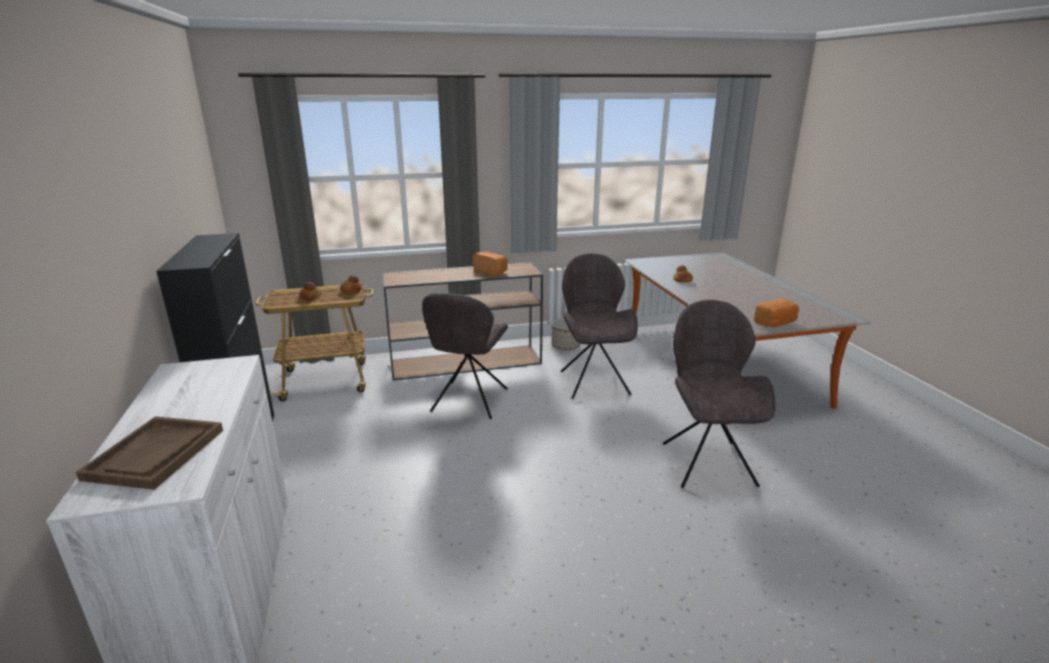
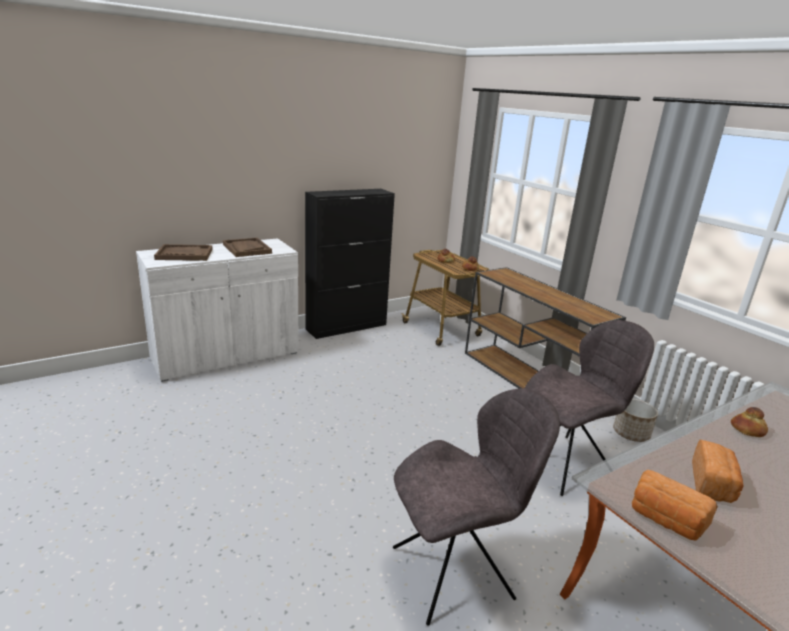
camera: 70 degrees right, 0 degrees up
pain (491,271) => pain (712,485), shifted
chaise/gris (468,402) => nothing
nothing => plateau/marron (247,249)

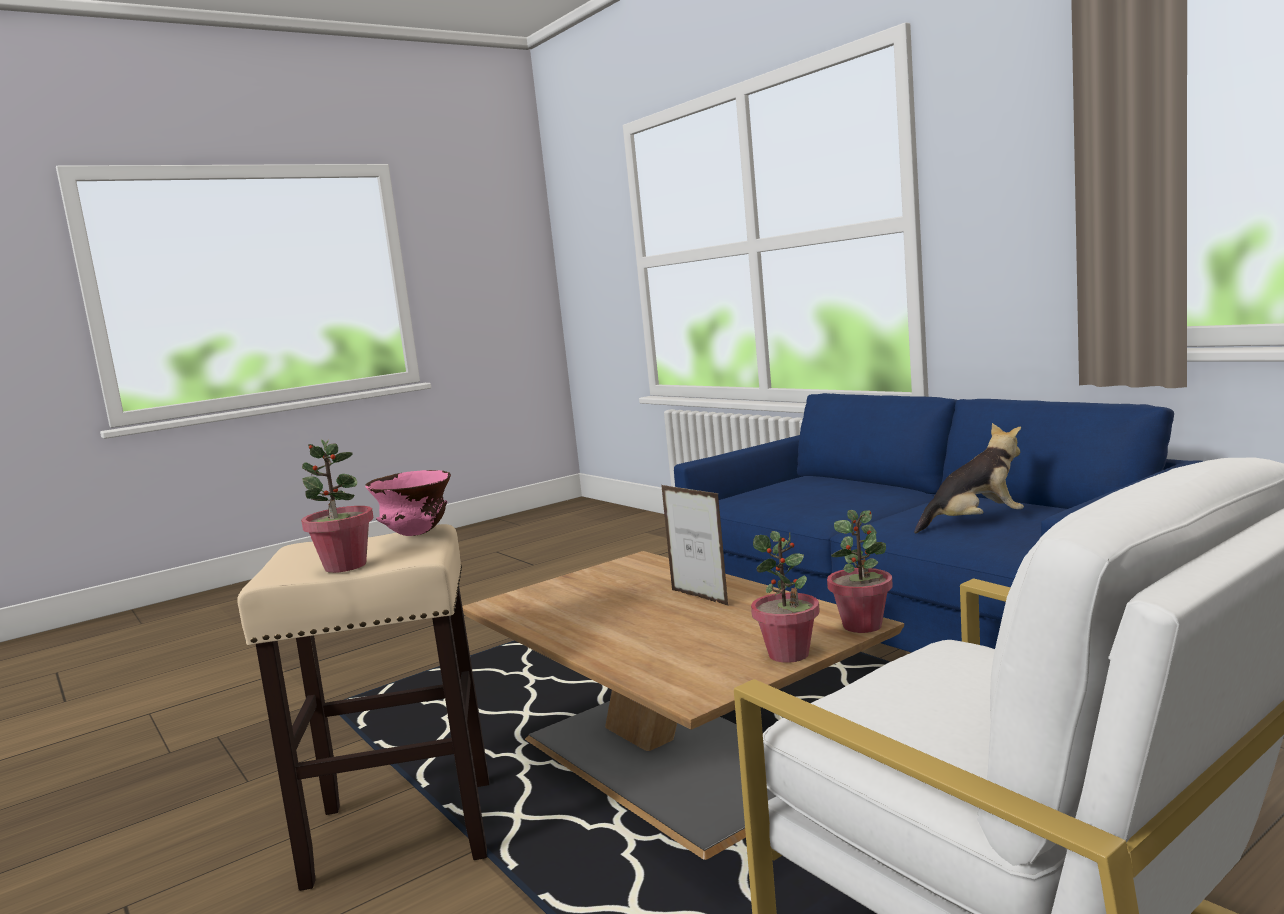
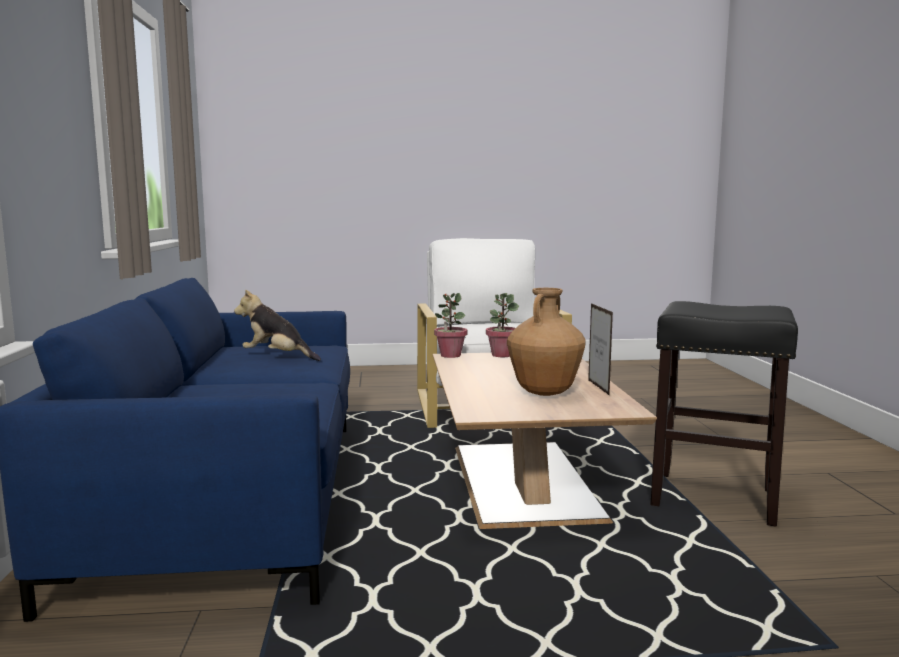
camera: 150 degrees left, 0 degrees up
plante en pot (345,566) => nothing
bol/rose (417,535) => nothing
cadre photo (699,597) => cadre photo (598,387), shifted
tabouret/beige (399,833) => tabouret/noir (715,498)
nothing => vase/marron (544,393)

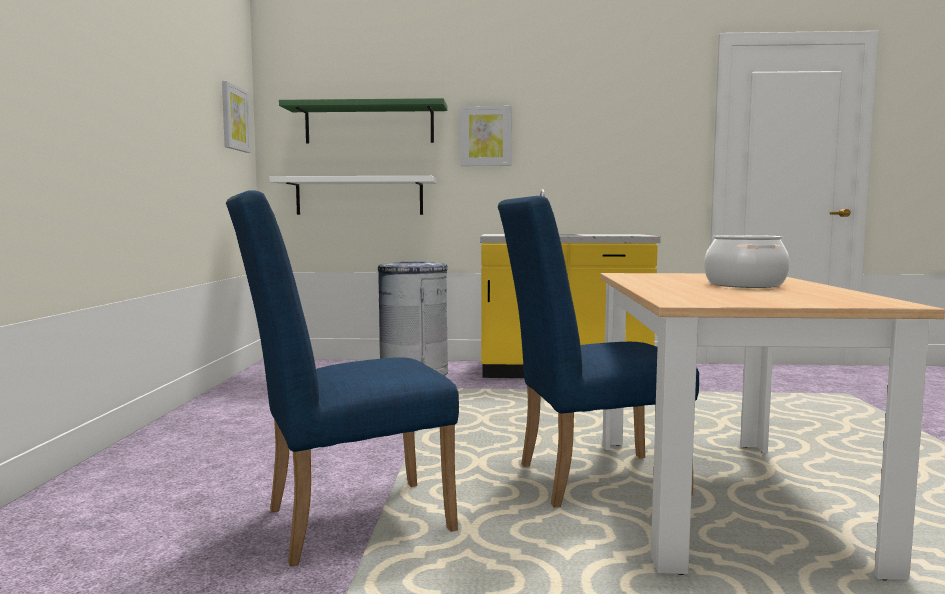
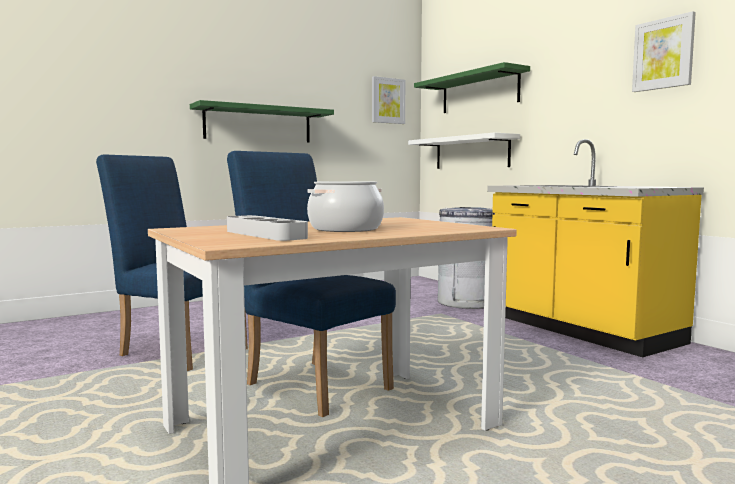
camera: 55 degrees right, 0 degrees up
tableau (486,136) => tableau (663,54), shifted
nothing => étagère/vert (258,124)
nothing => plateau/gris (265,234)

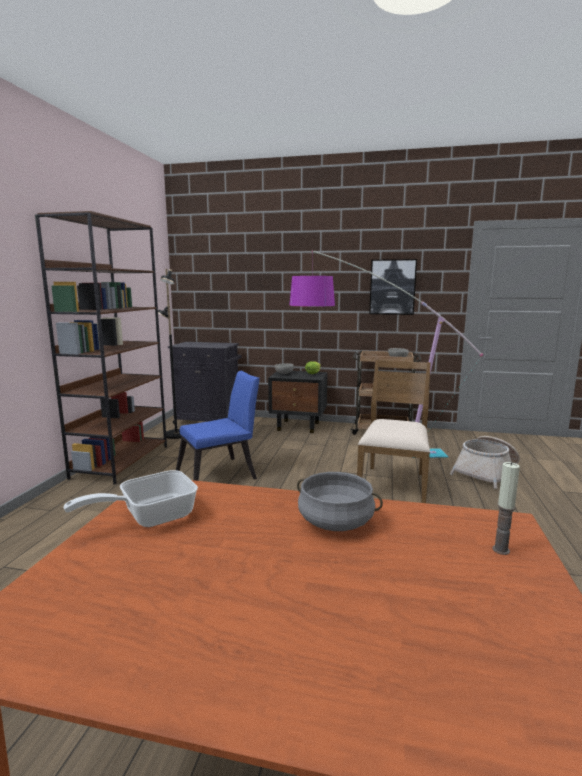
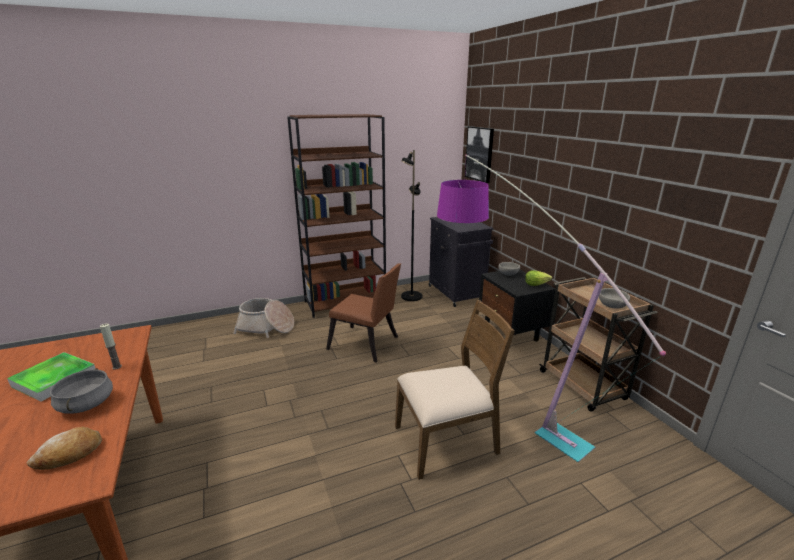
camera: 55 degrees right, 10 degrees up
tableau (392,287) => tableau (479,154), shifted
chaise/bleu (221,474) => chaise/marron (366,345)
panier (486,473) => panier (266,328), shifted
bougie (501,550) => bougie (117,367), shifted
poêle (149,517) => nothing
nothing => plateau (55,379)
nothing => pain (69,455)

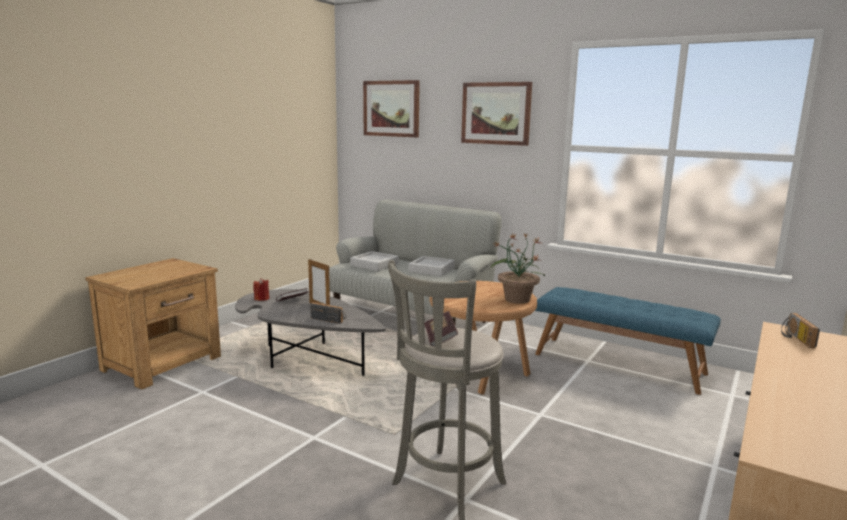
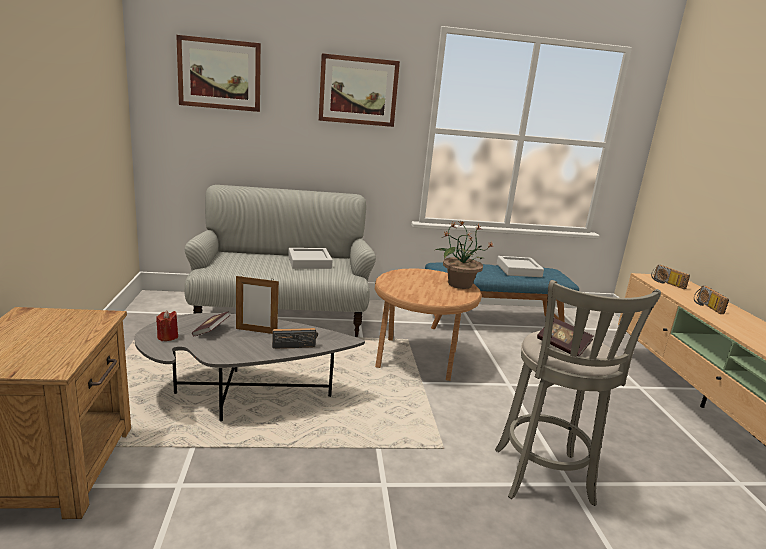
camera: 40 degrees left, 5 degrees up
plateau/gris (374,265) => plateau/gris (518,270), shifted
nothing => radio (706,306)

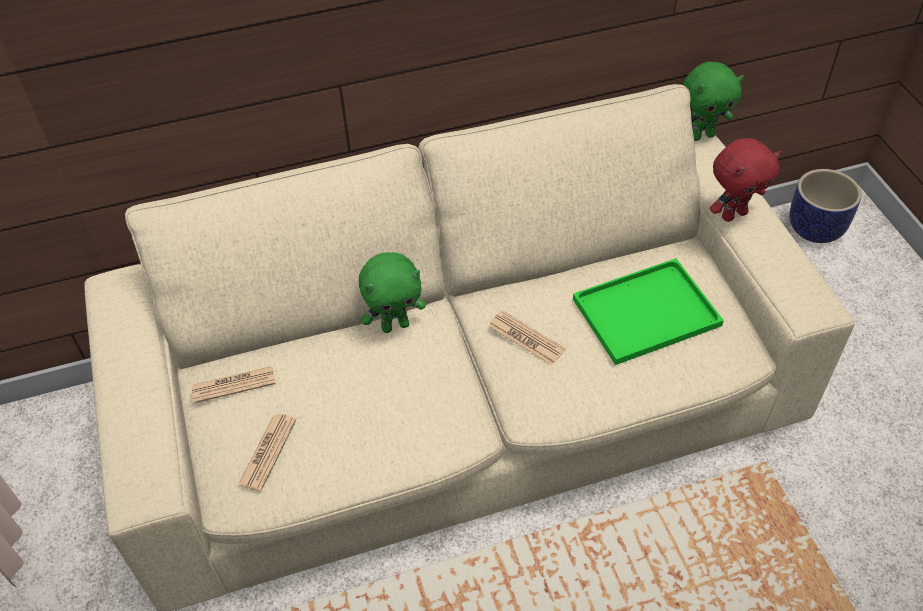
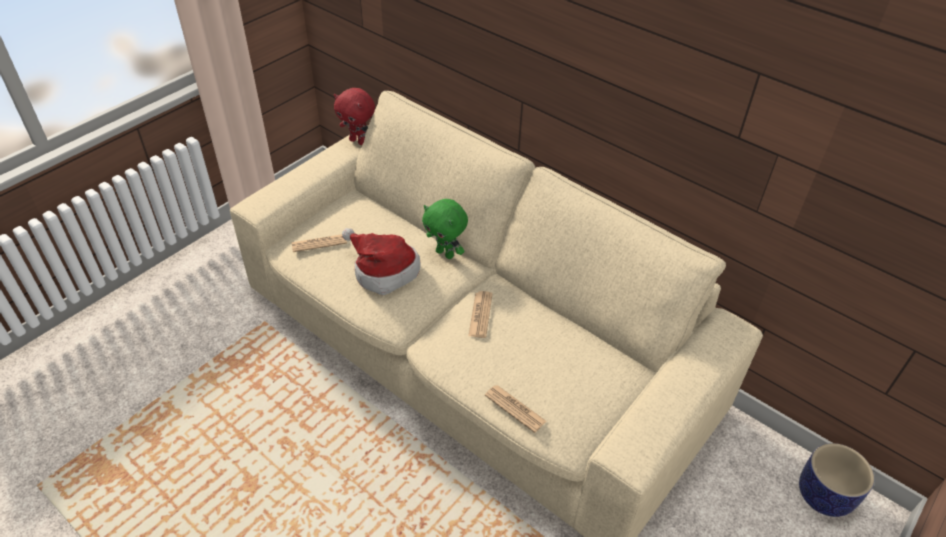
camera: 55 degrees right, 5 degrees down
peluche/vert (702,135) => nothing
peluche/rouge (733,214) => peluche/rouge (358,141), shifted
plateau/vert (647,310) => nothing
journal (233,385) => journal (515,408), shifted
nothing => chapeau (382,271)

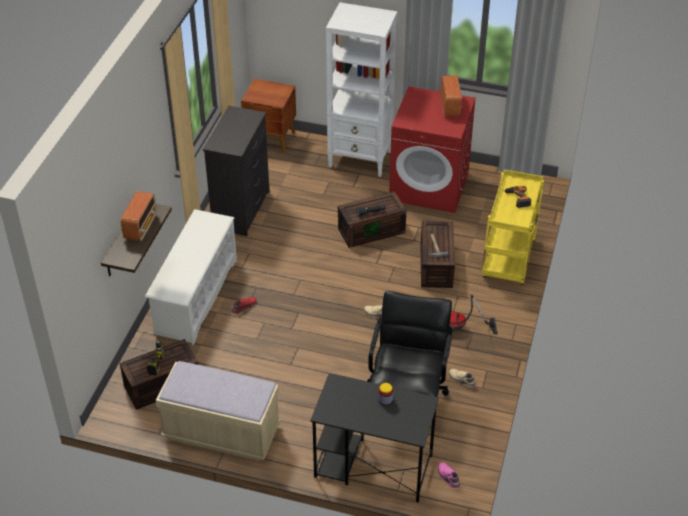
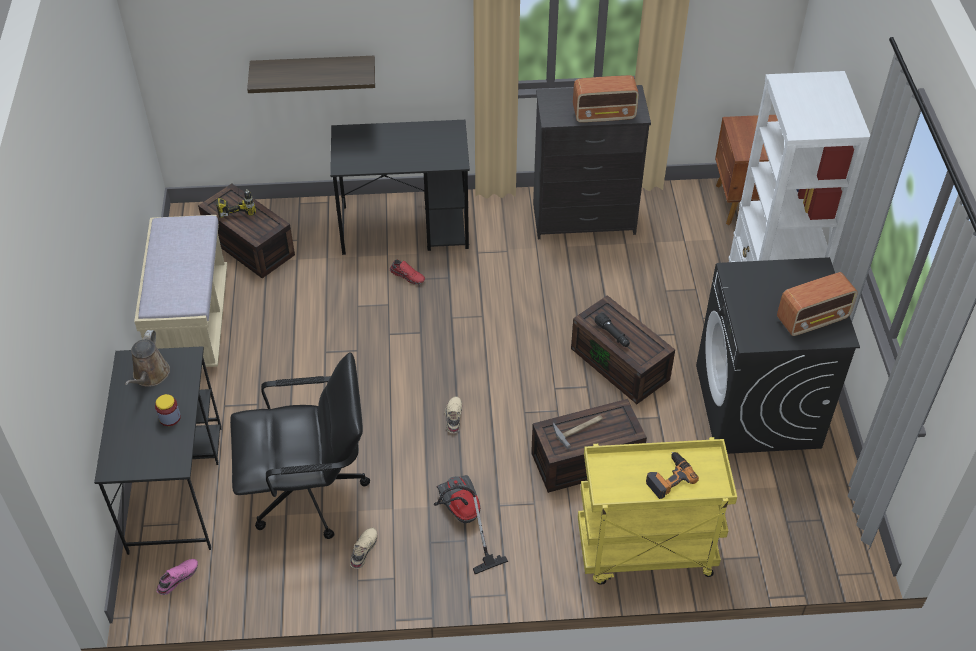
camera: 70 degrees right, 5 degrees up
lave-linge/rouge (429,186) => lave-linge/noir (758,407)
radio (141,227) => radio (604,114), shifted
étagère à chaussures/blanc (196,296) => bureau/noir (406,227)
nothing => arrosoir/marron (150,376)

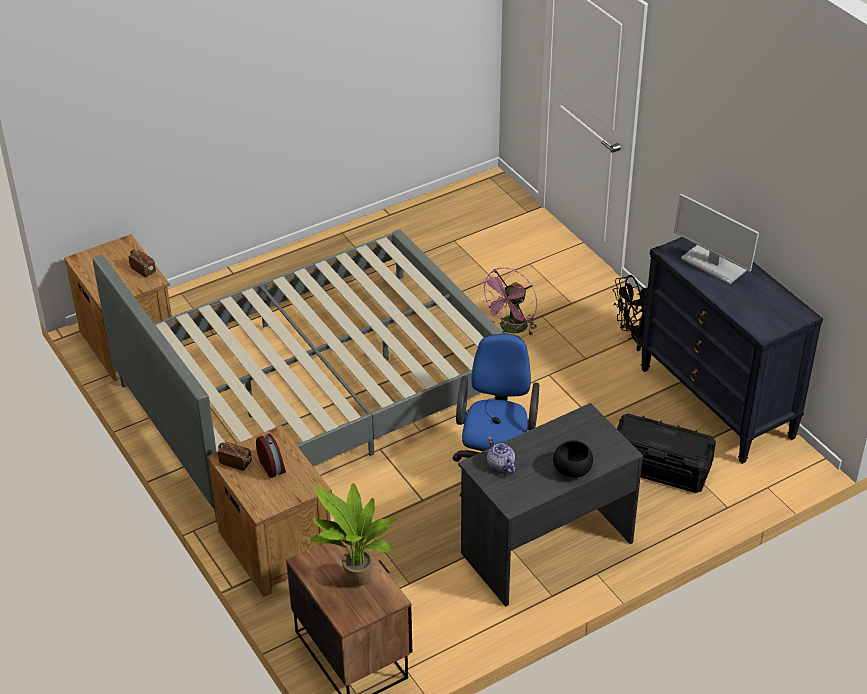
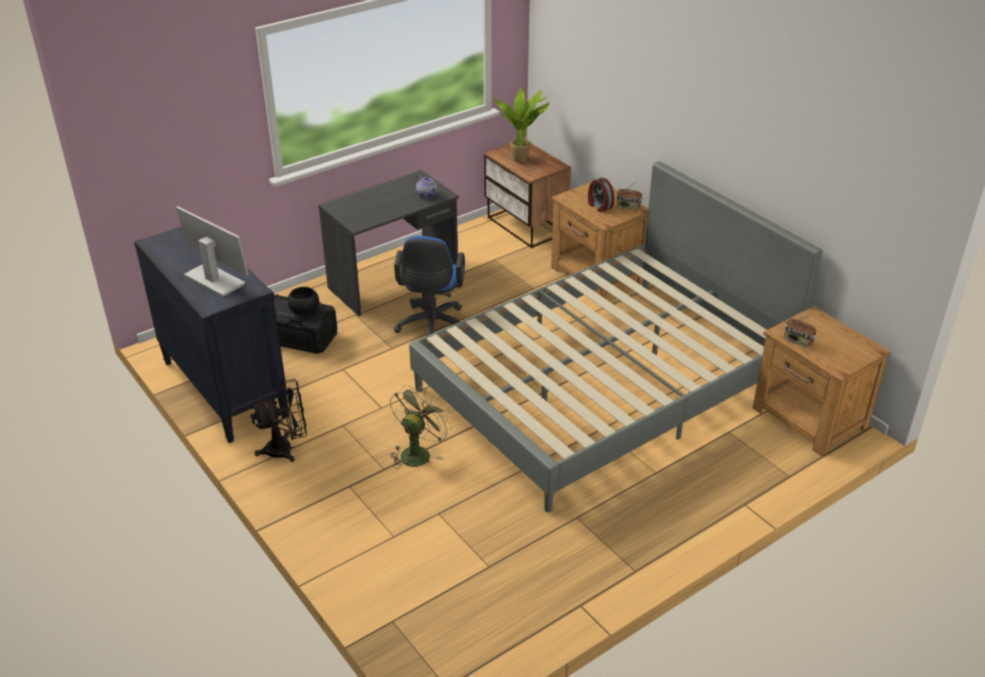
camera: 175 degrees right, 5 degrees down
ventilateur/rose (511,329) => ventilateur/vert (418,452)
bol/noir (572,470) => bol/noir (304,310), shifted

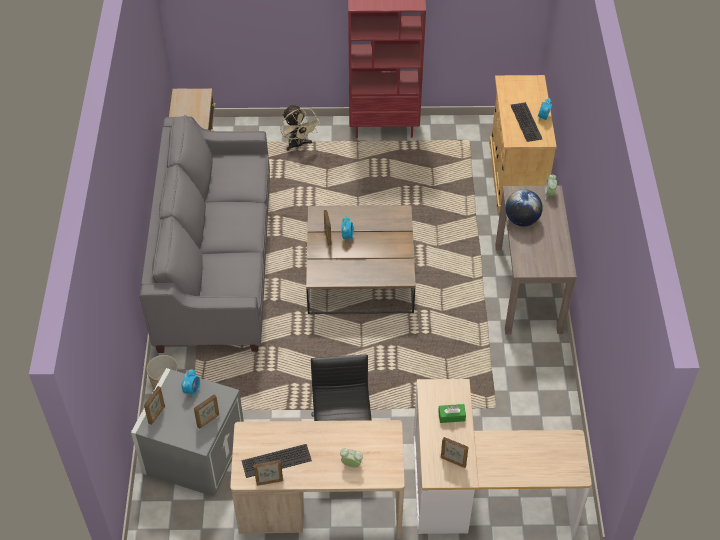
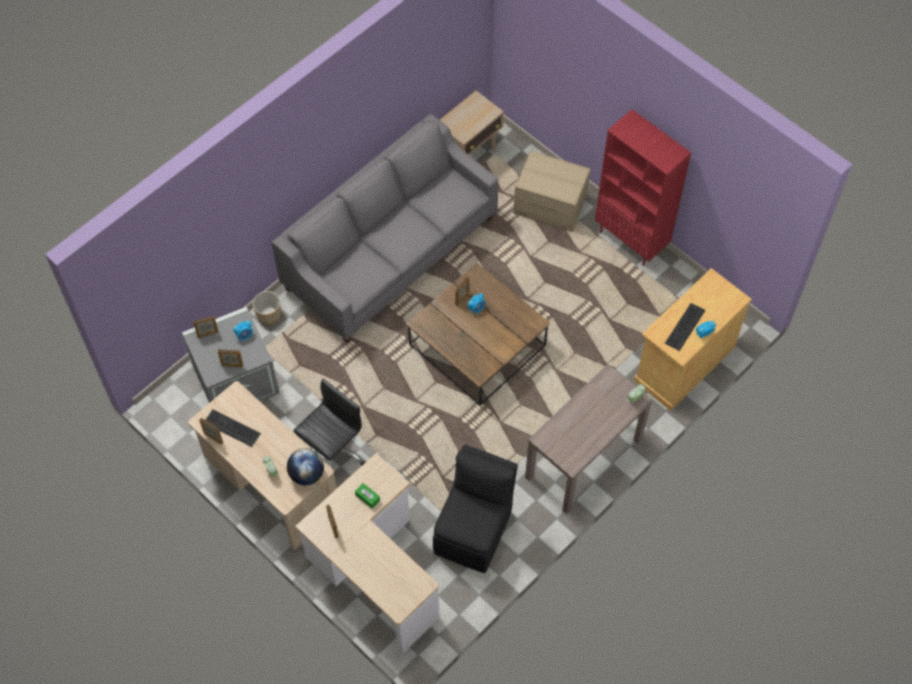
camera: 45 degrees right, 10 degrees up
ventilateur/beige (298,145) => carton (550,204)
globe (521,220) => globe (307,474), shifted
nothing => chaise/noir (474,530)

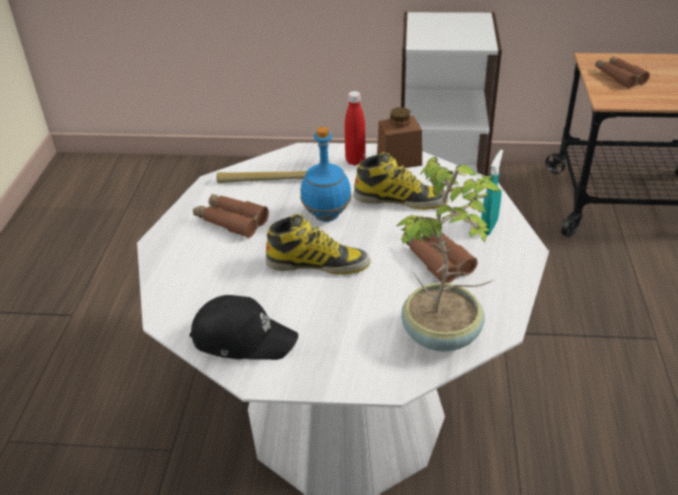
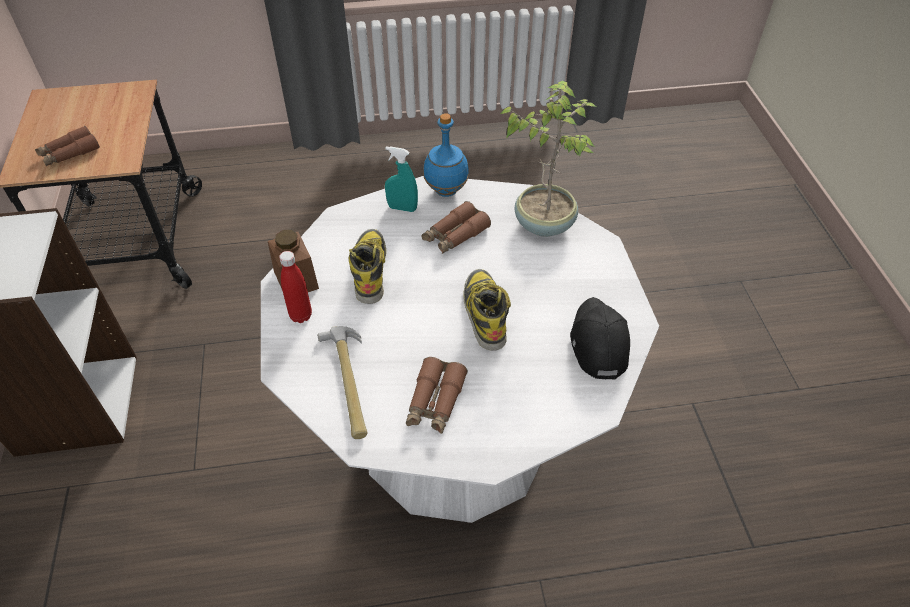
camera: 105 degrees left, 10 degrees up
bouteille/bleu (326,215) => bouteille/bleu (445,191), shifted

